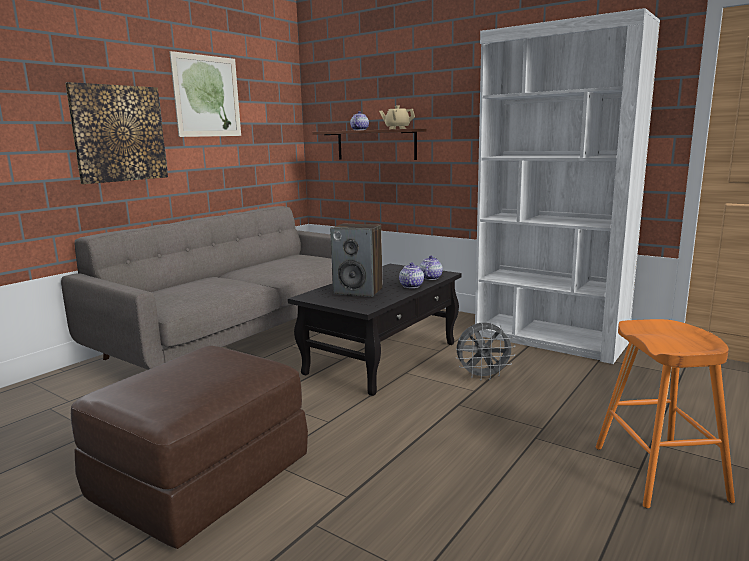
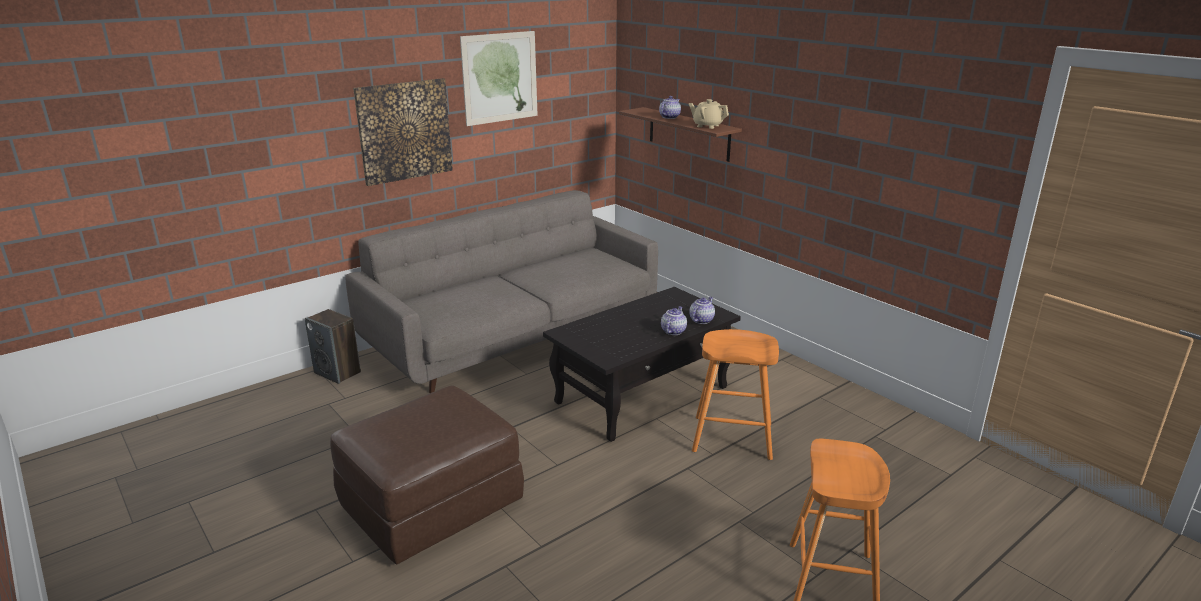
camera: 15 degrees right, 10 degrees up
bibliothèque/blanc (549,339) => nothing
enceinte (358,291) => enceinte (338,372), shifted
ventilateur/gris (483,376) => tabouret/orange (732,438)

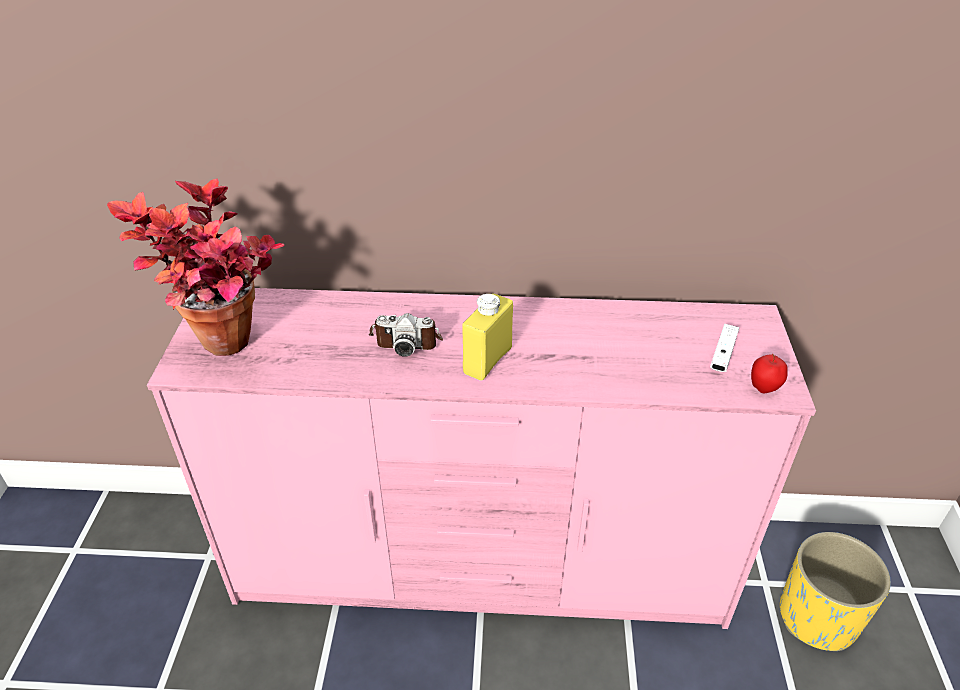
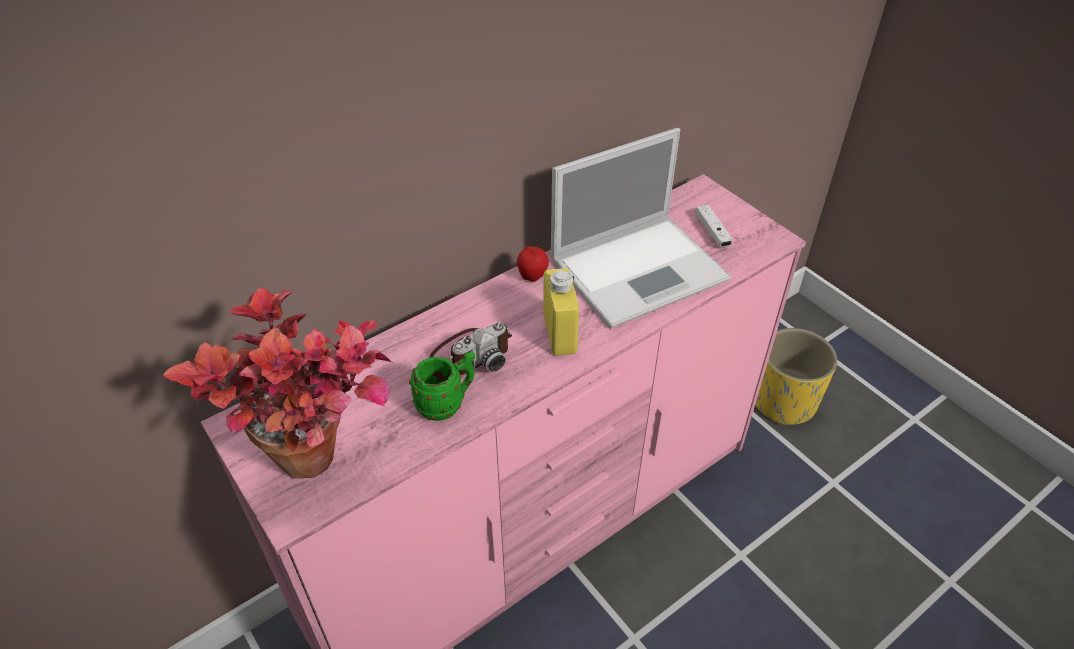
camera: 40 degrees left, 5 degrees up
pomme (763,389) => pomme (532,277), shifted
nothing => ordinateur portable (641,268)
nothing => mug/vert (447,403)

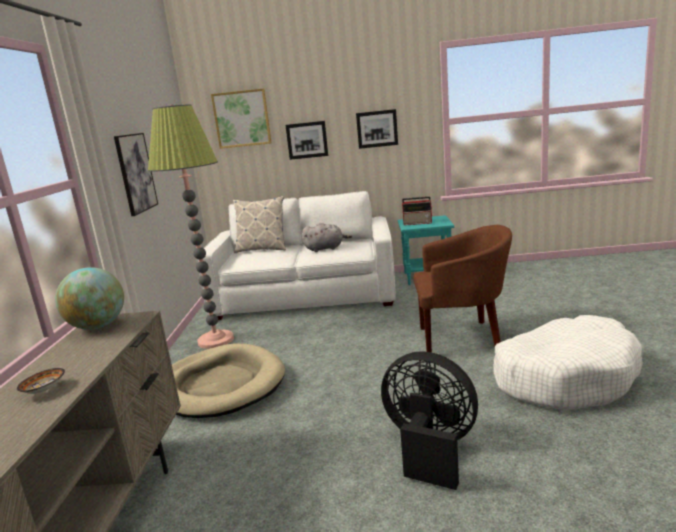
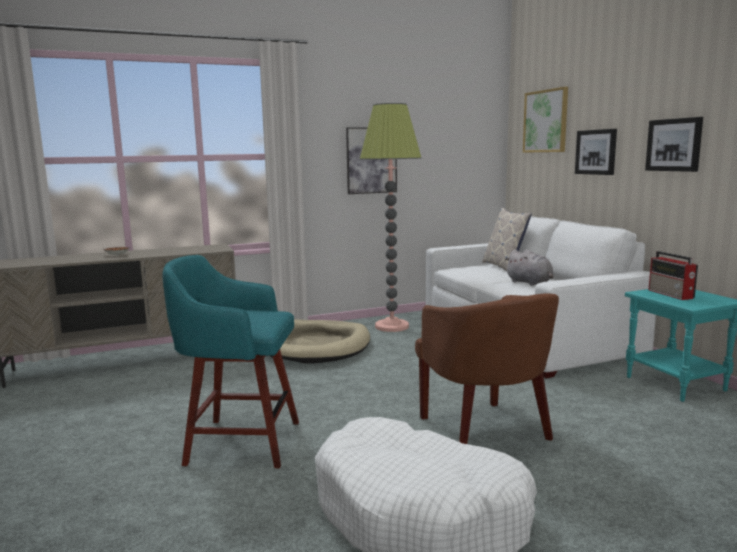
camera: 65 degrees right, 5 degrees down
globe (98,326) => nothing
ventilateur/noir (429,448) => tabouret/turquoise (240,442)

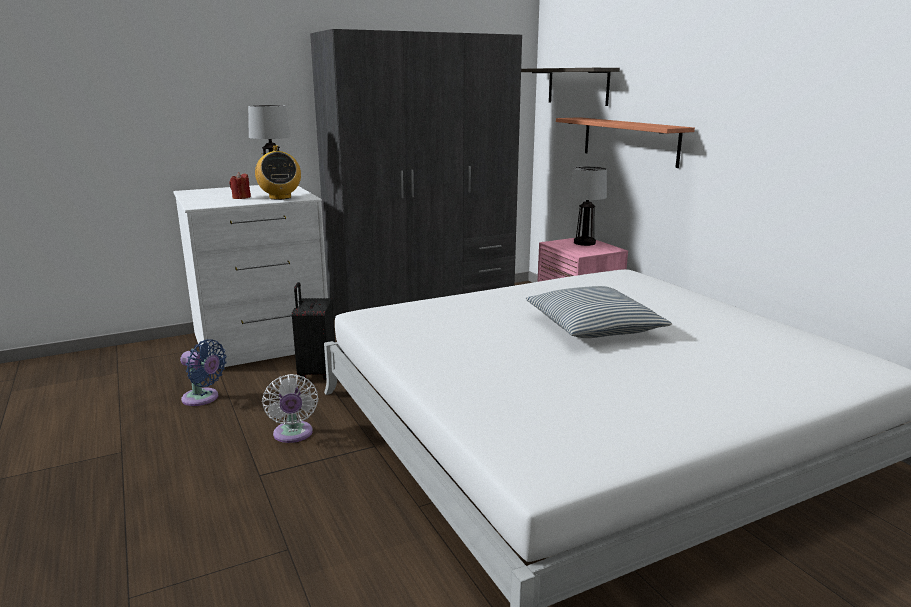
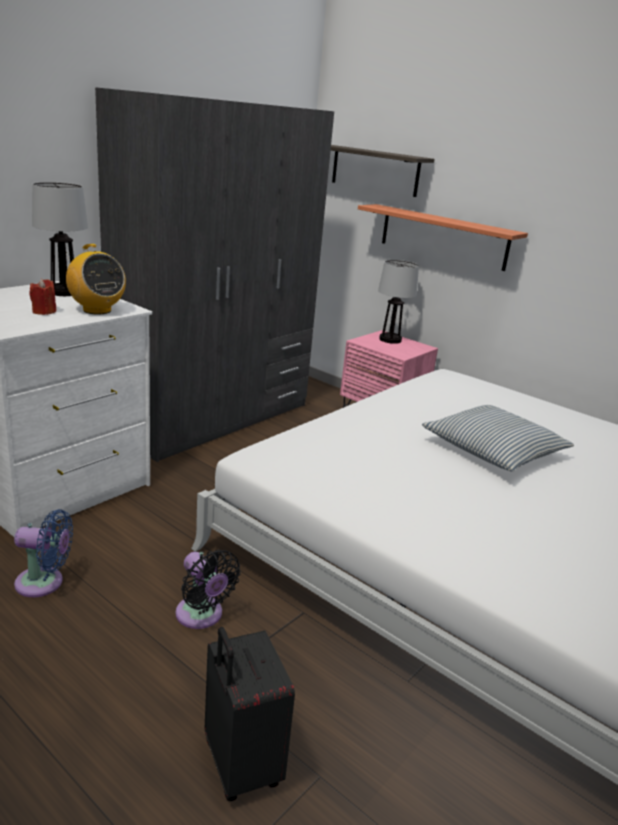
camera: 25 degrees left, 5 degrees up
valise/noir (316,373) => valise/noir (239,765), shifted
ventilateur/blanc (293,435) => ventilateur/noir (201,616)

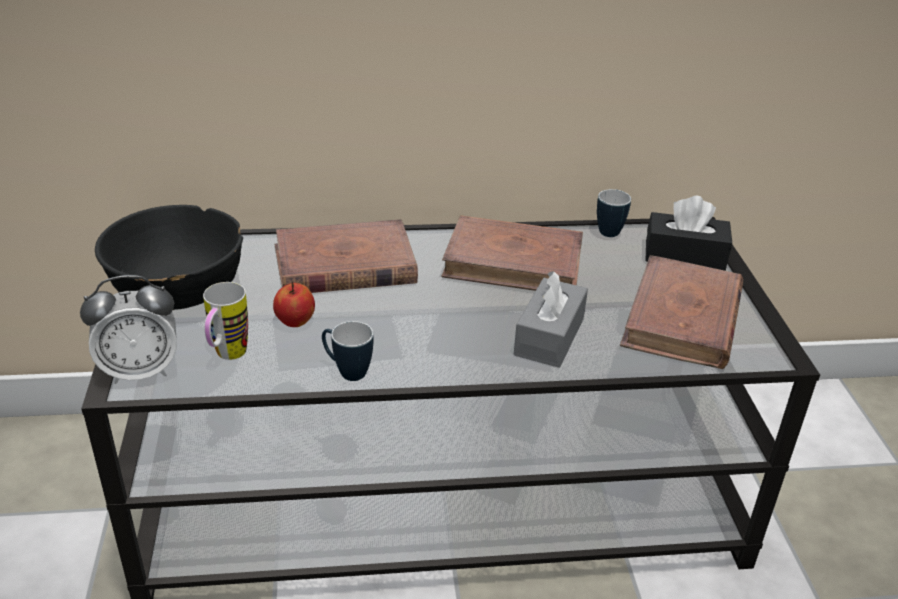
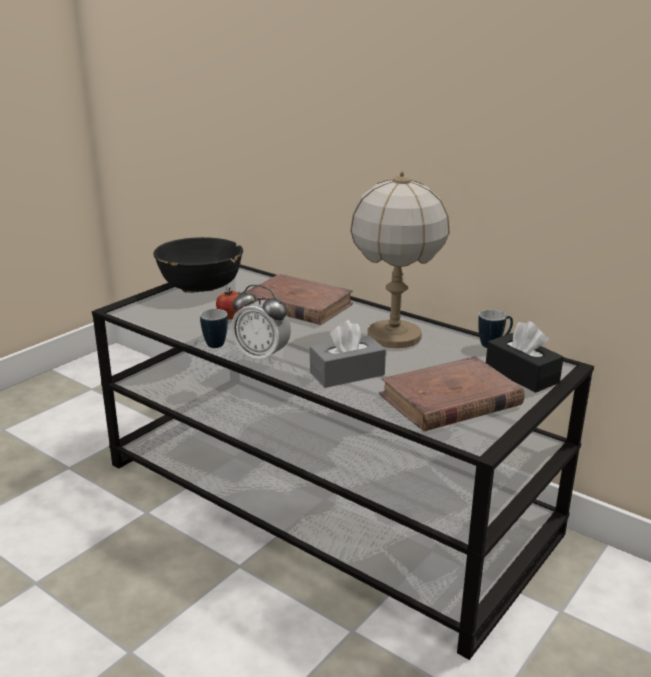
camera: 45 degrees right, 10 degrees down
livre/marron (514,262) => lampe de table (394,336)
réveil (140,371) => réveil (261,357), shifted
mug (227,357) => nothing

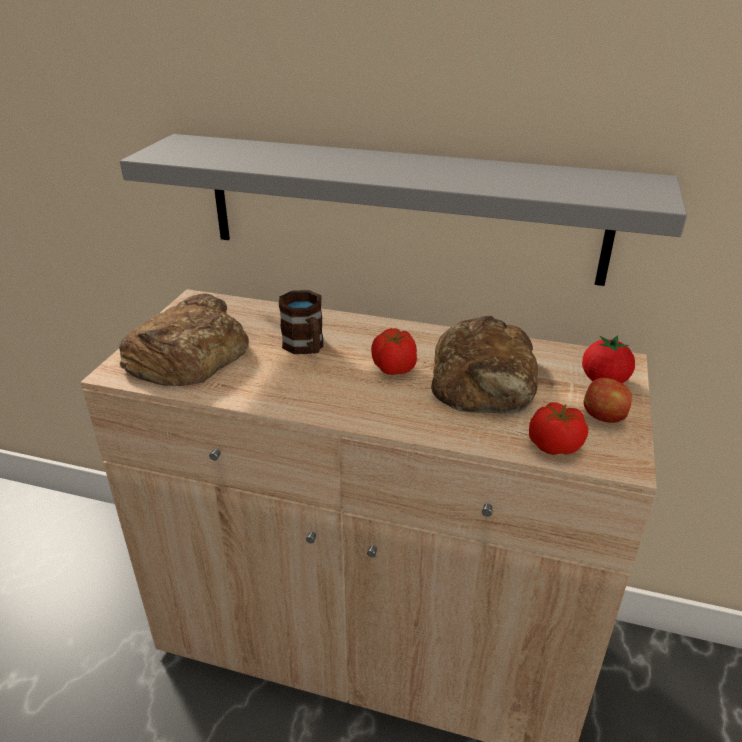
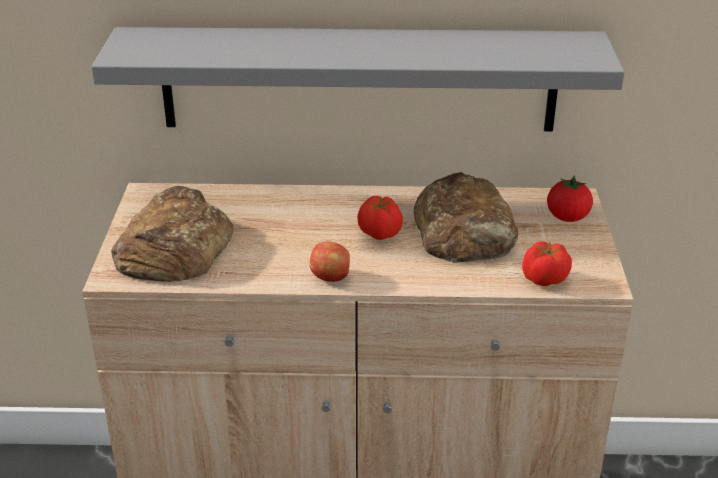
camera: 15 degrees left, 0 degrees up
mug/marron (306,348) => nothing
pomme (604,417) => pomme (331,277), shifted

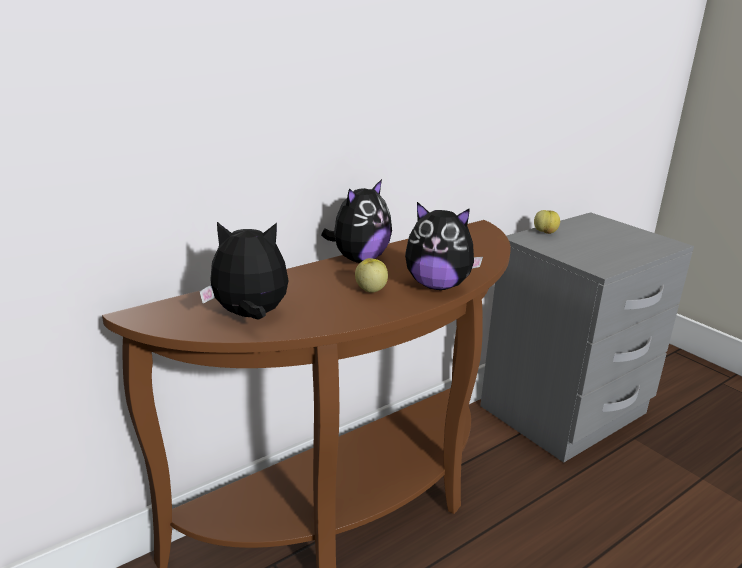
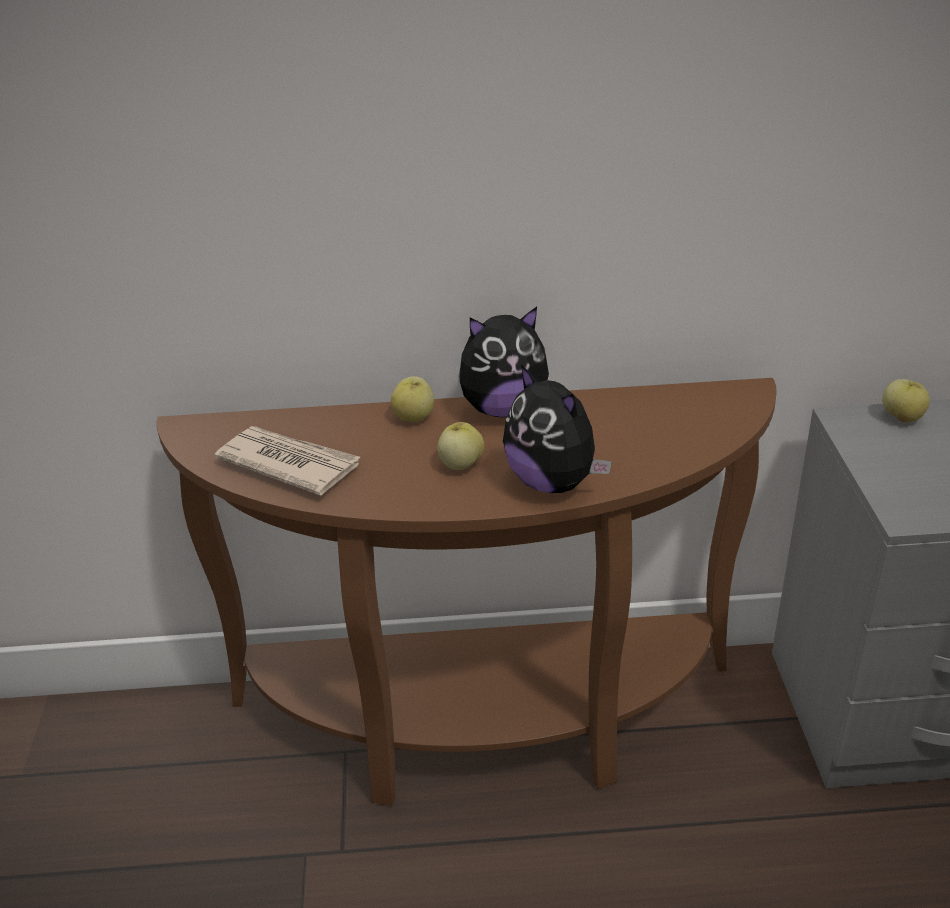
camera: 35 degrees right, 10 degrees up
peluche (250,316) => journal (288,463)
nothing => pomme (414,417)

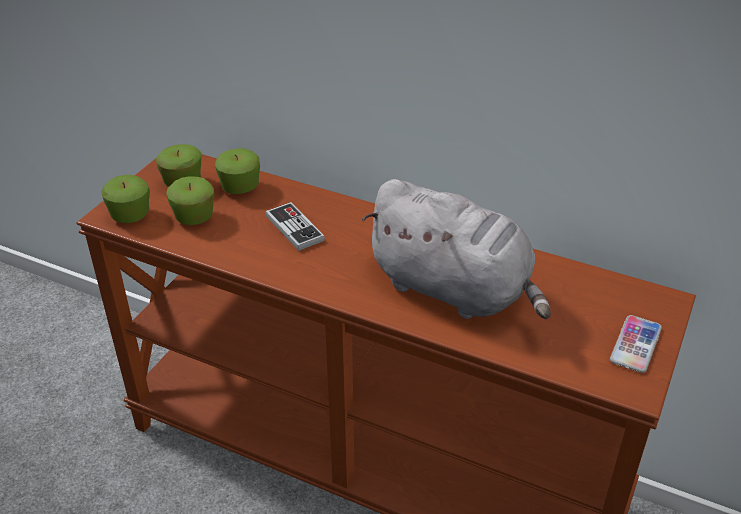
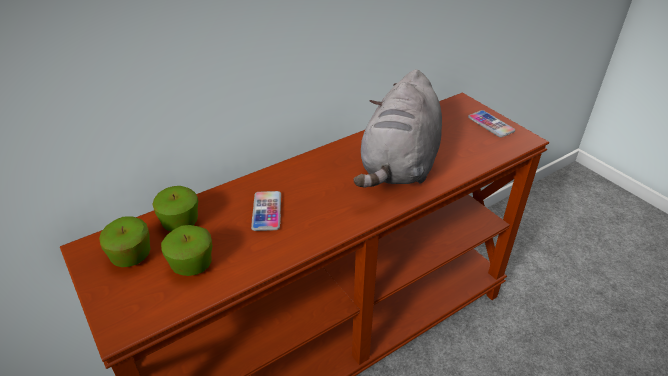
camera: 60 degrees left, 0 degrees up
pomme (130,215) => nothing
peluche/gris (454,290) => peluche/gris (400,165), 135 degrees clockwise
manette (294,228) => téléphone (266,211)

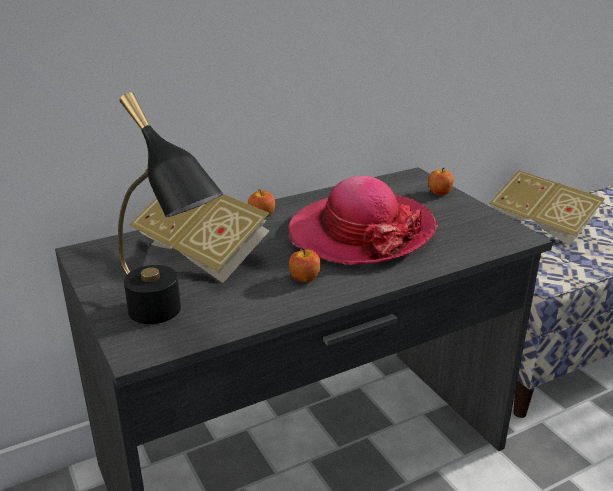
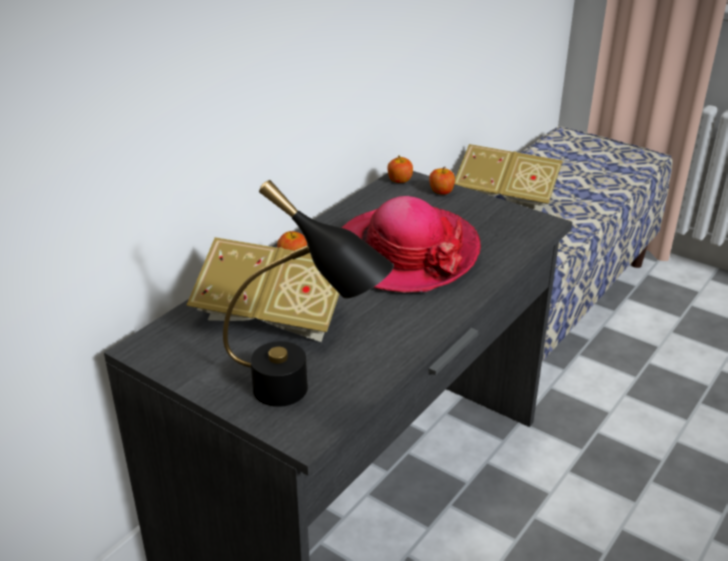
camera: 25 degrees left, 5 degrees up
pomme (304,278) => pomme (399,180), shifted

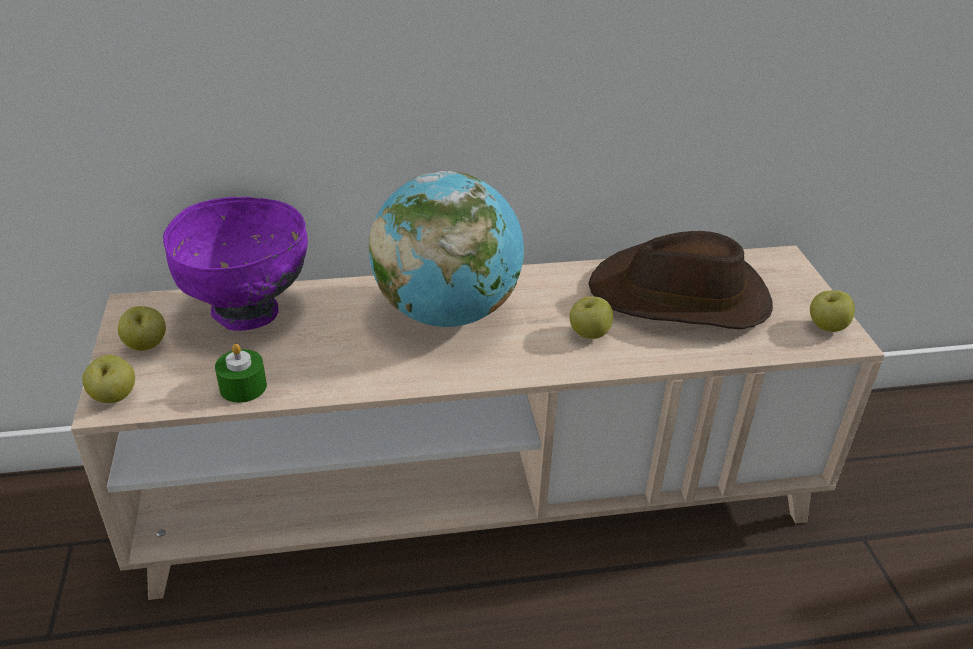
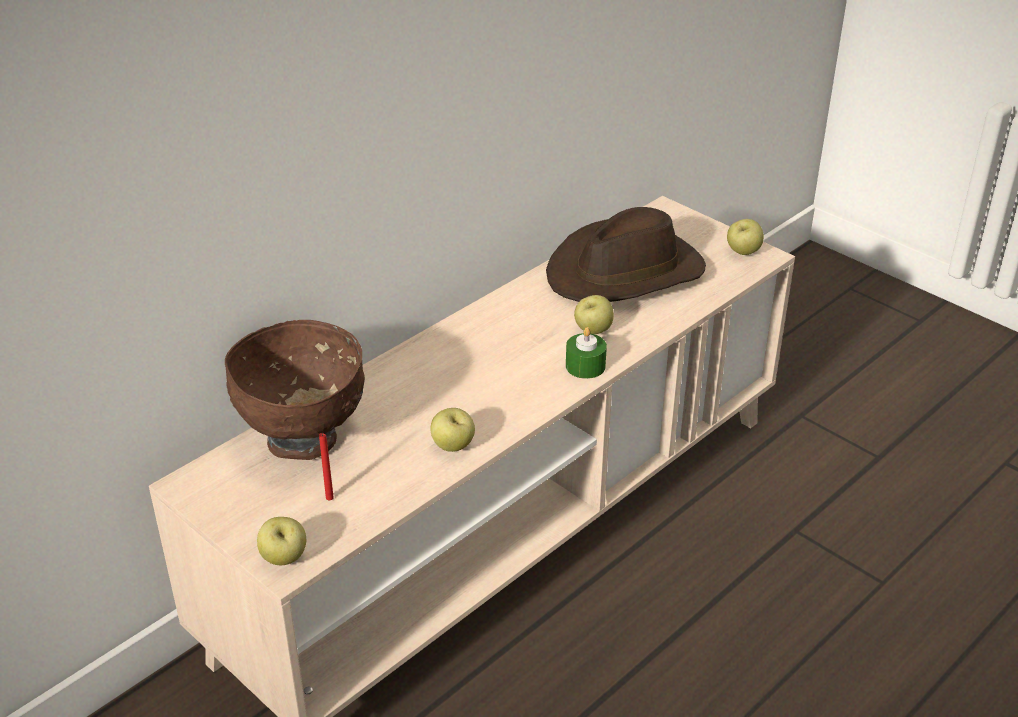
camera: 35 degrees left, 0 degrees up
globe (447,313) => nothing
bol/violet (247,313) => bol/marron (304,440)
pomme (146,346) => pomme (453,446), shifted
bougie/vert (243,387) => bougie/vert (585,366), shifted
nothing => bougie/rouge (329,497)

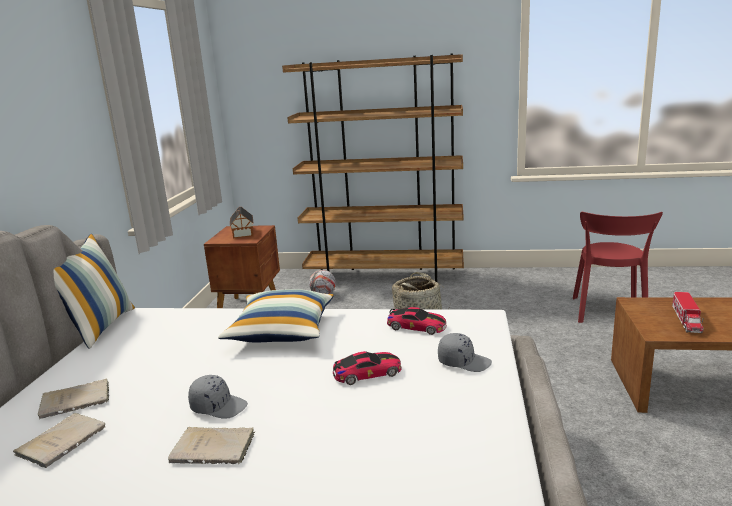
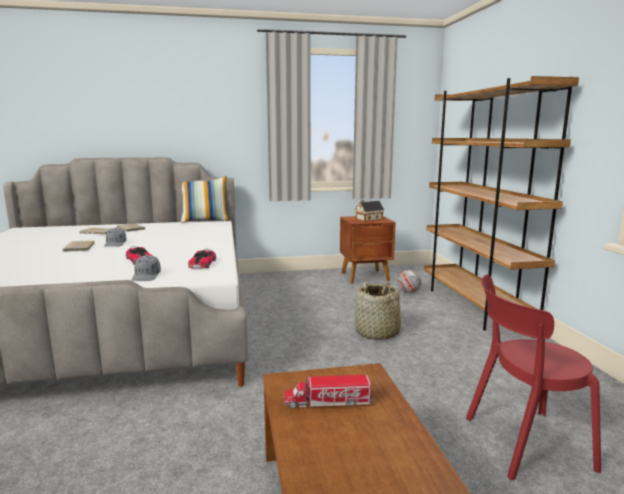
camera: 70 degrees right, 5 degrees down
coussin (281,331) => nothing

